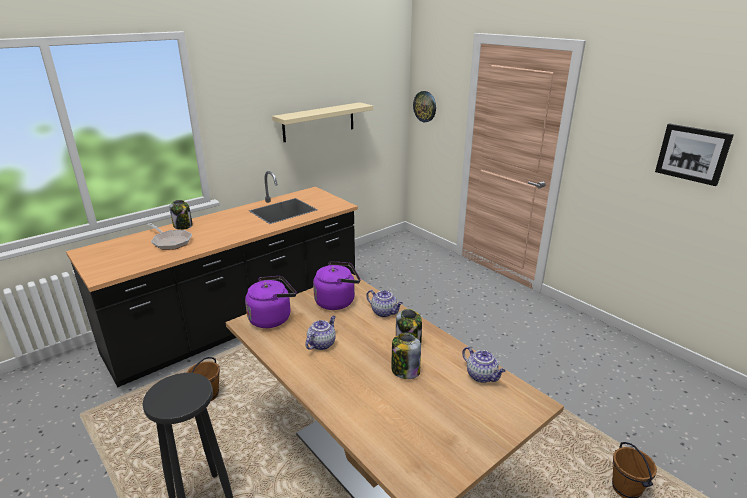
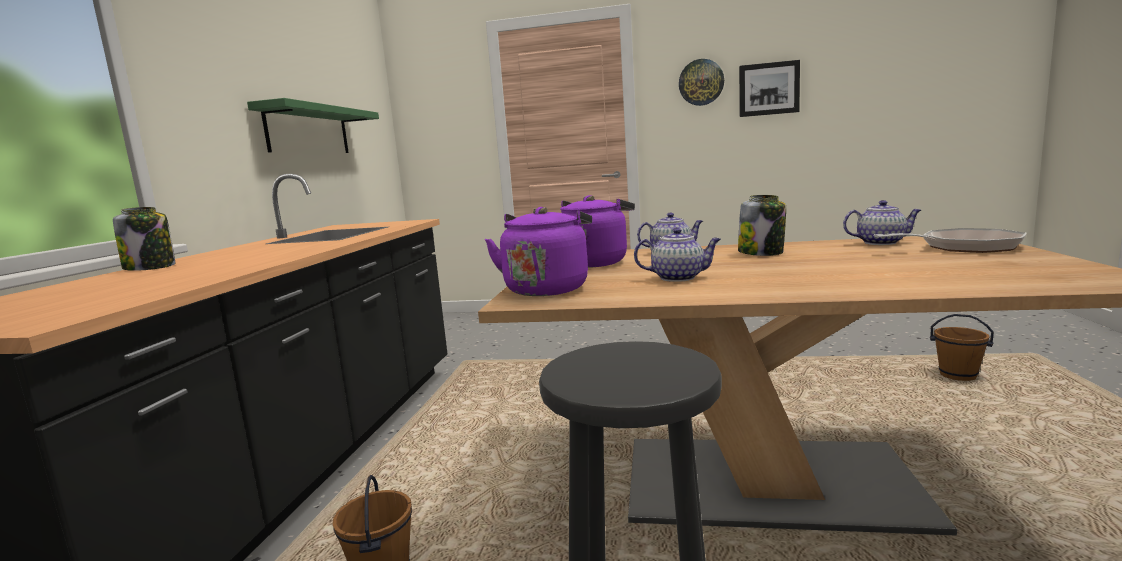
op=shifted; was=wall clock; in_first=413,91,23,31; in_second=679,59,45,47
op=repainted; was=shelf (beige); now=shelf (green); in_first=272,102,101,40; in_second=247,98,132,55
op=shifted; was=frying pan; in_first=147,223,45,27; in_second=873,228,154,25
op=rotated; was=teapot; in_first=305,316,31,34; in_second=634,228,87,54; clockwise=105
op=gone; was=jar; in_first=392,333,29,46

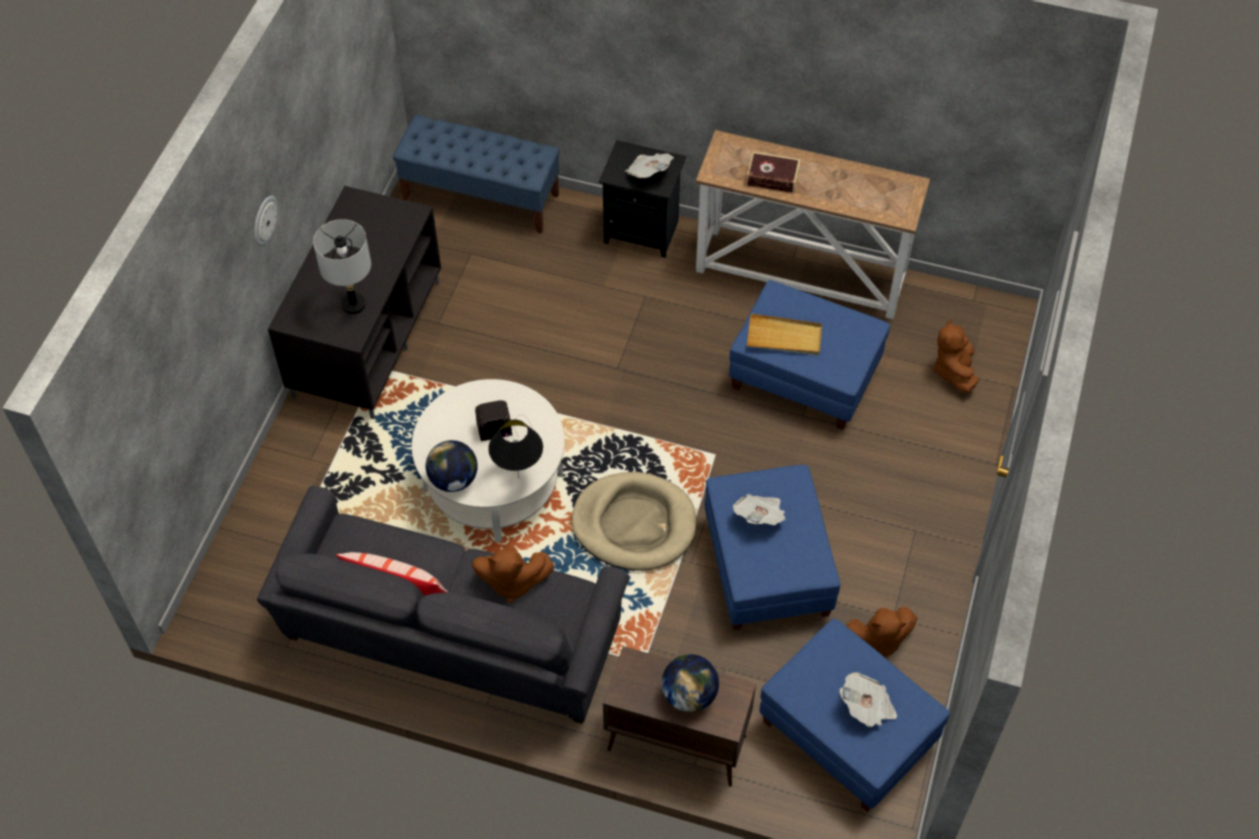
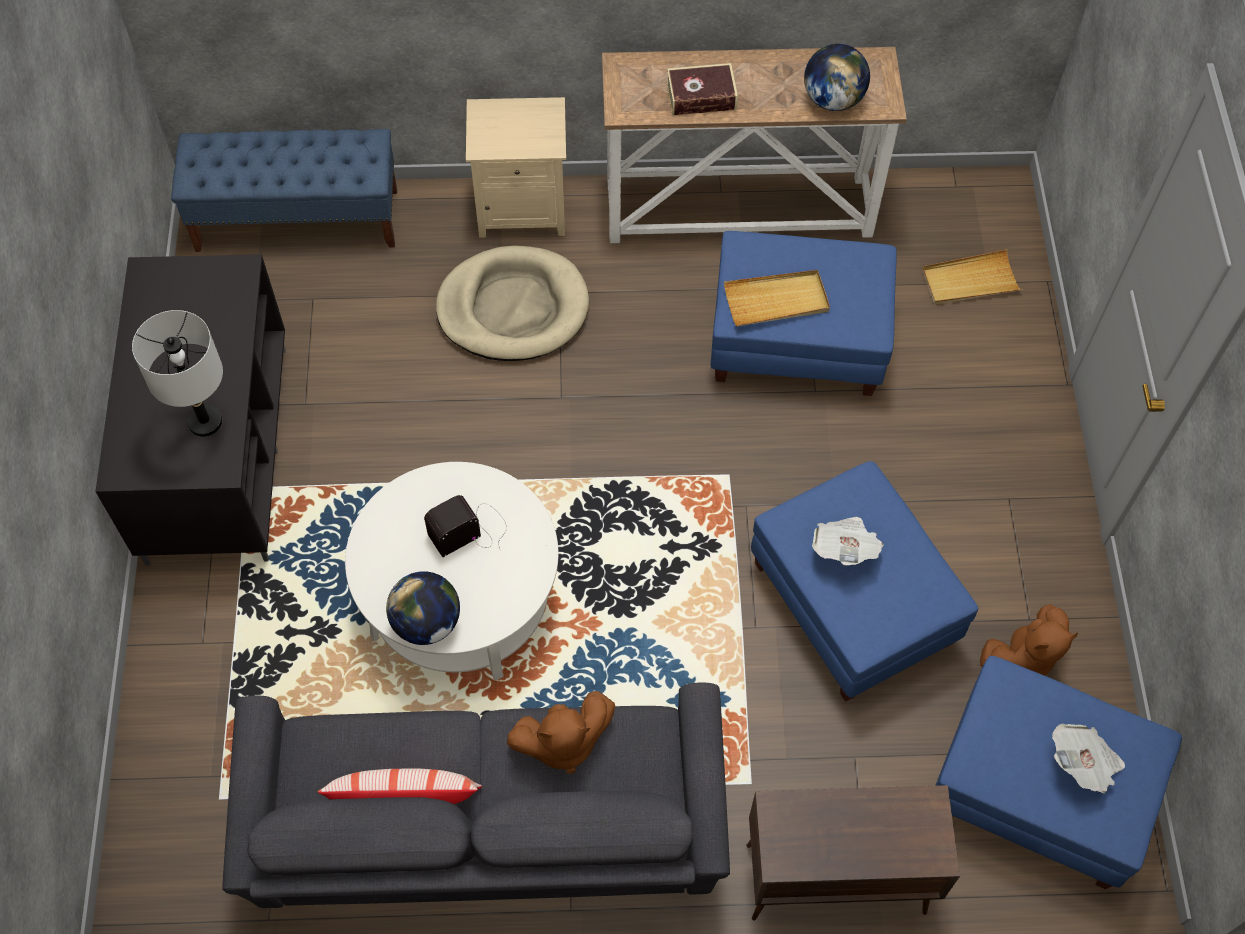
op=repainted; was=nightstand (black); now=nightstand (beige); in_first=599,140,87,118; in_second=466,97,100,141
op=gone; was=newspaper; in_first=625,153,49,25
op=gone; was=wall clock; in_first=254,196,24,50
op=swapped; was=plush toy (brown); now=tray (beige); in_first=933,319,46,74; in_second=922,249,101,56
op=gone; was=table lamp (black); in_first=488,420,55,58
op=shifted; was=dog bed (beige); in_first=571,472,125,99; in_second=436,246,154,115
op=shifted; was=globe; in_first=662,654,57,58; in_second=804,44,66,67

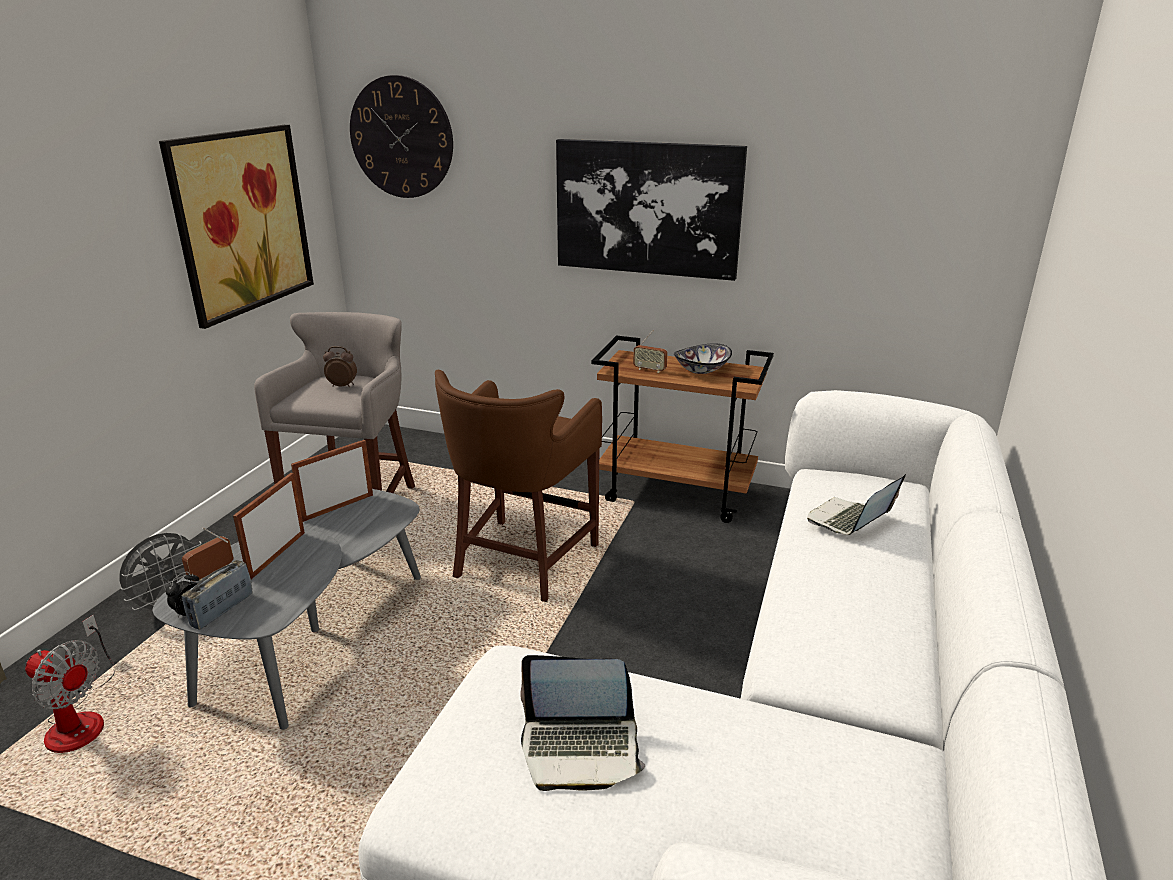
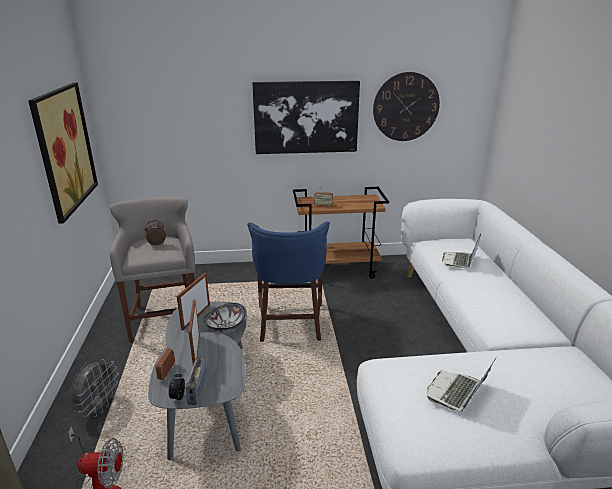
op=shifted; was=wall clock; in_first=350,75,103,123; in_second=373,72,67,69
op=shifted; was=bowl; in_first=674,343,58,31; in_second=204,303,42,30
op=repainted; was=stool (brown); now=stool (blue); in_first=435,370,167,232; in_second=247,221,83,121
op=rotated; was=laptop; in_first=520,655,125,136; in_second=427,358,69,53; clockwise=150

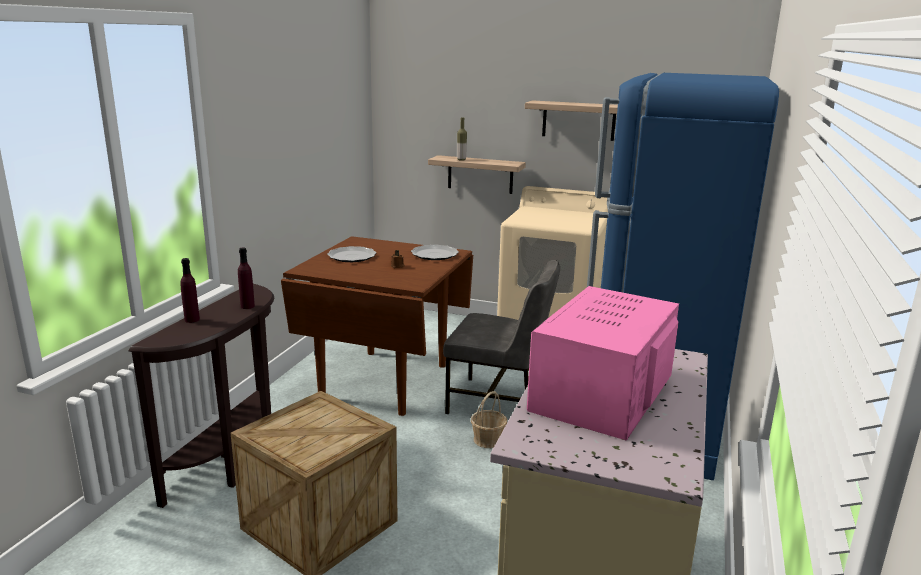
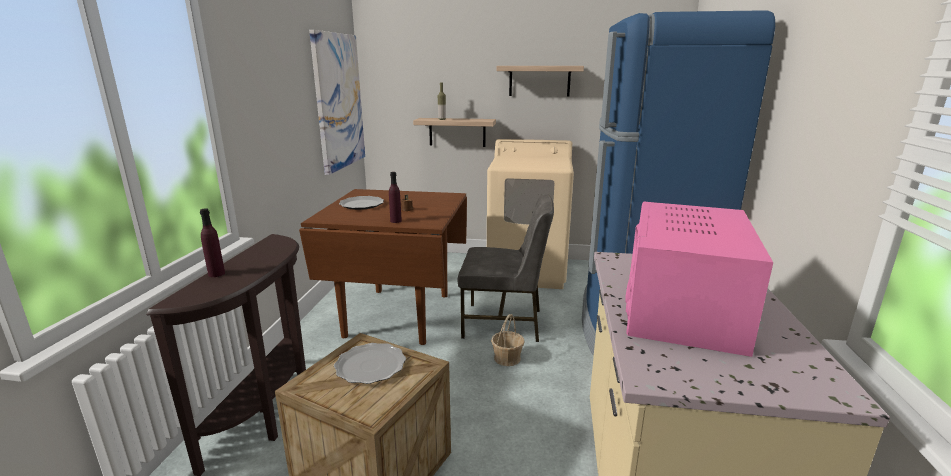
op=shifted; was=plate; in_first=411,244,48,16; in_second=334,343,72,41
op=shifted; was=bottle (purple); in_first=238,248,17,61; in_second=389,172,13,51
op=new; now=picture; in_second=309,30,56,145

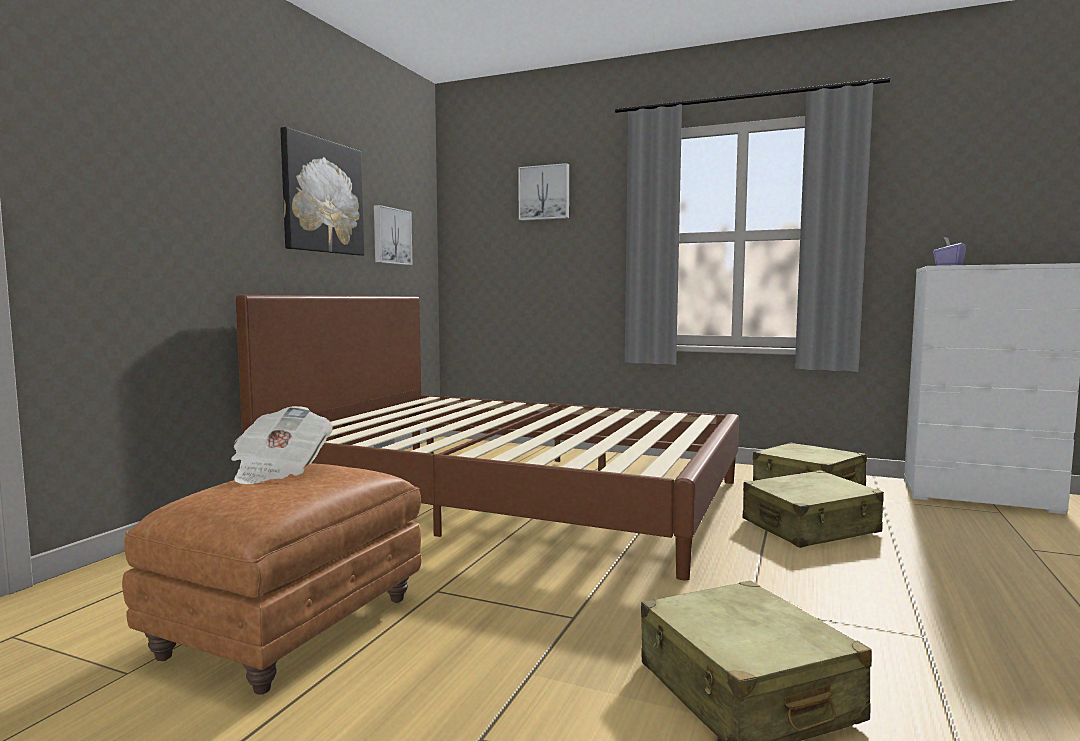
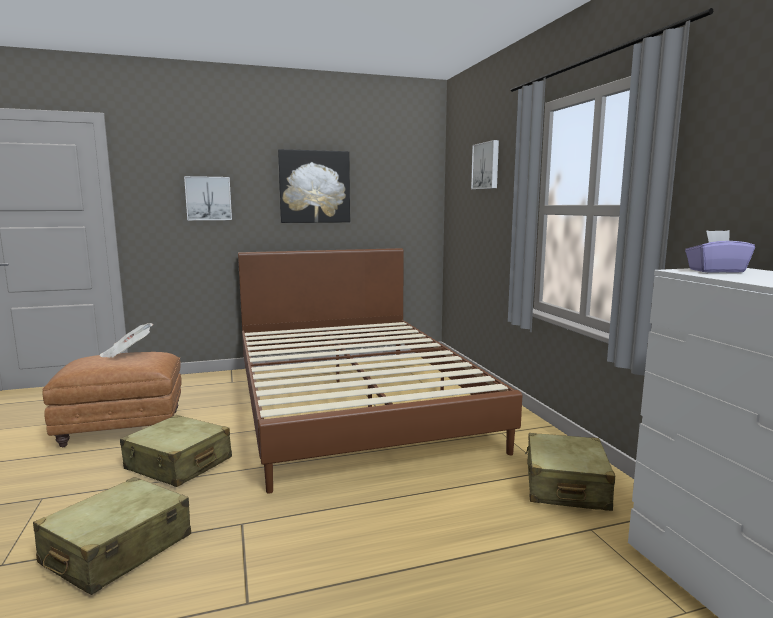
op=shifted; was=picture; in_first=374,205,38,60; in_second=184,176,48,44
op=shifted; was=suitcase (beige); in_first=742,470,142,78; in_second=120,415,112,72

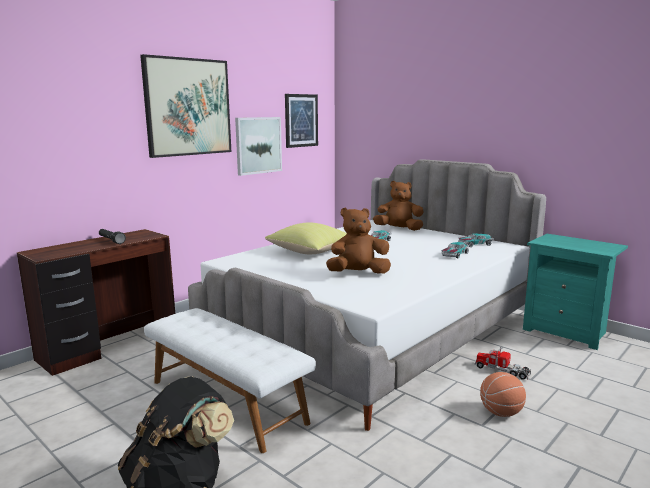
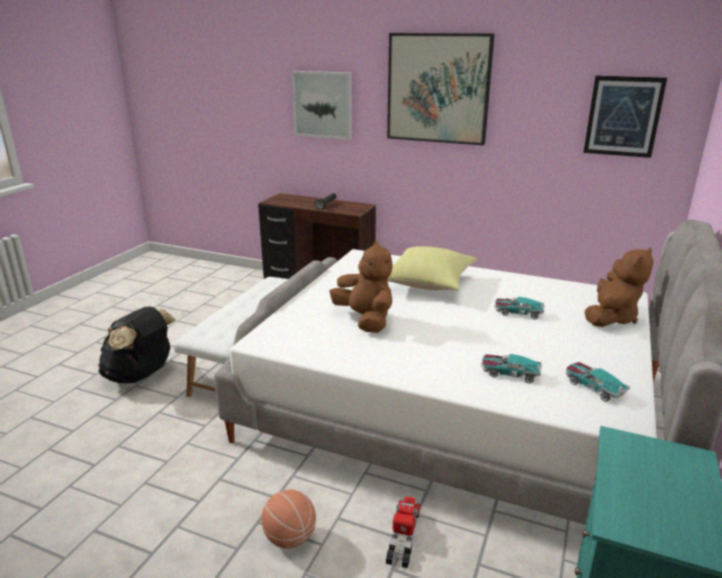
op=shifted; was=picture; in_first=235,117,47,59; in_second=291,71,61,69
op=rotated; was=plush toy (brown); in_first=373,181,51,50; in_second=585,247,69,80; clockwise=45

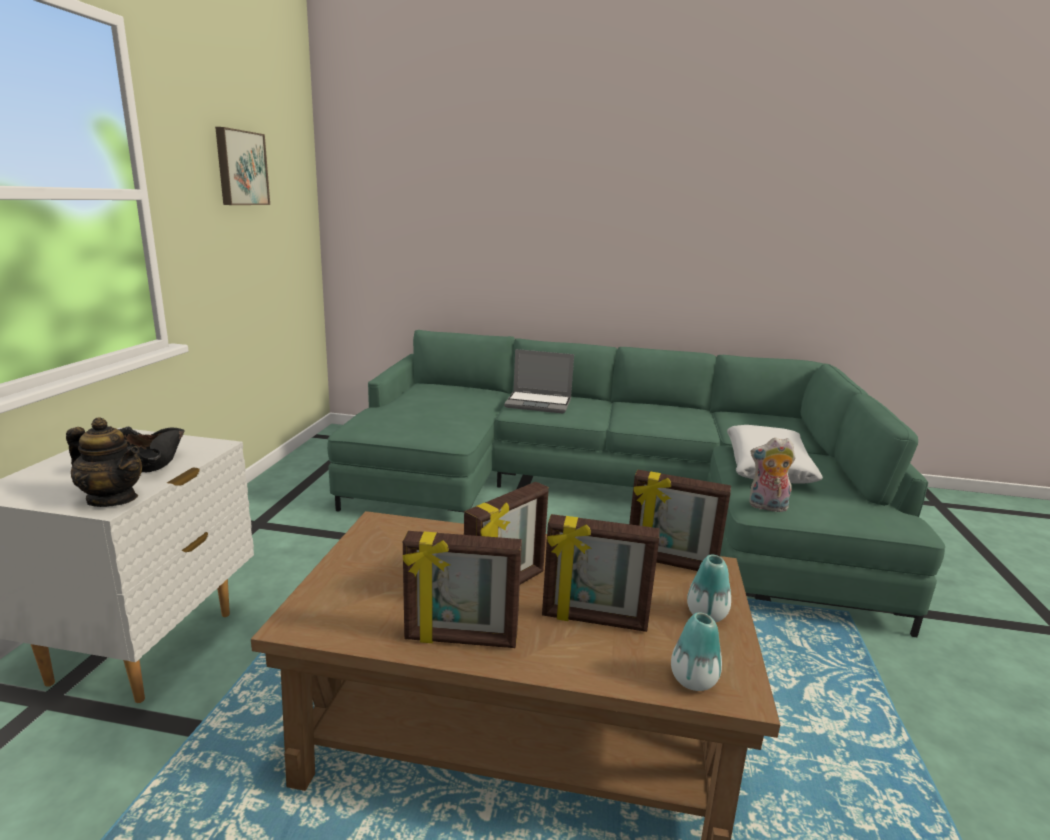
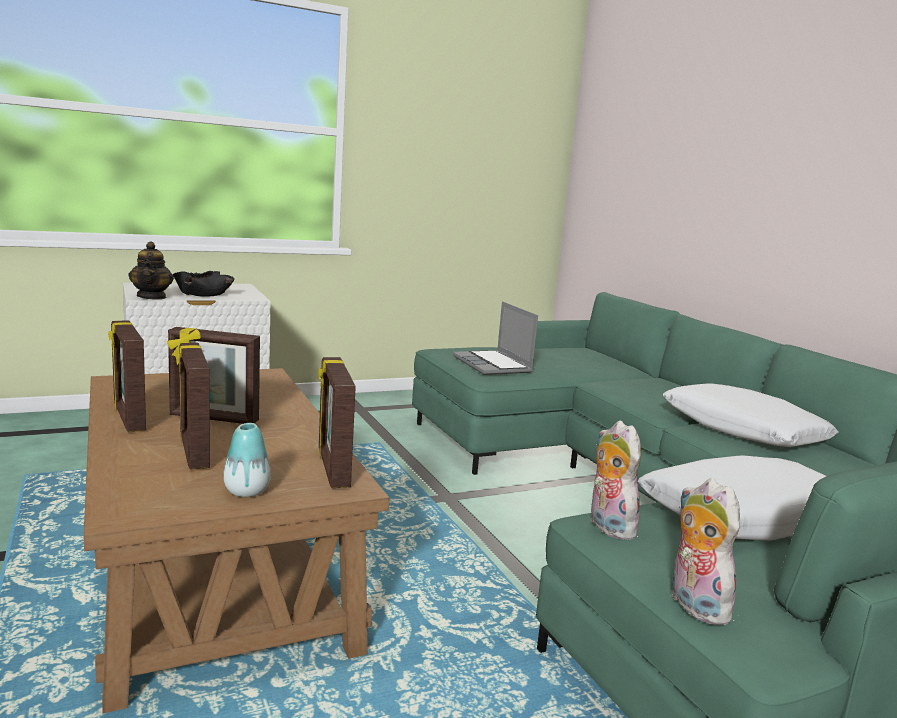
op=gone; was=picture; in_first=215,127,55,78
op=shifted; was=laptop; in_first=504,349,70,65; in_second=453,301,85,74
op=gone; was=vase; in_first=671,612,51,79
op=new; now=pillow (white); in_second=663,383,176,64
op=new; now=plush toy; in_second=672,478,68,147

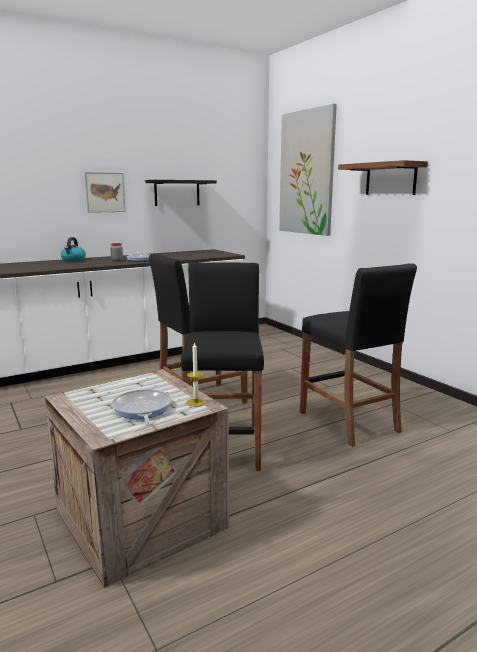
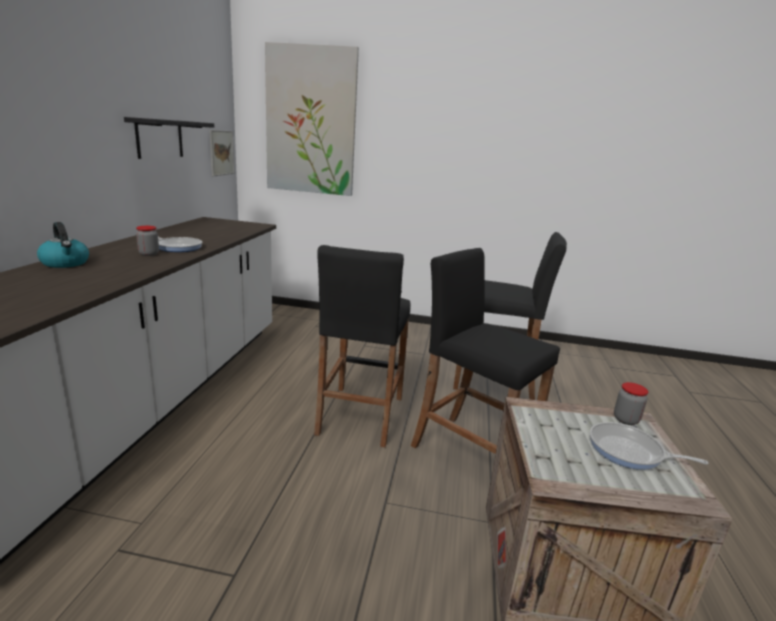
op=gone; was=shelf (brown); in_first=338,160,90,35
op=shifted; was=picture; in_first=84,172,42,41; in_second=209,130,25,46
op=swapped; was=candle; now=jar; in_first=186,342,20,65; in_second=614,382,34,43

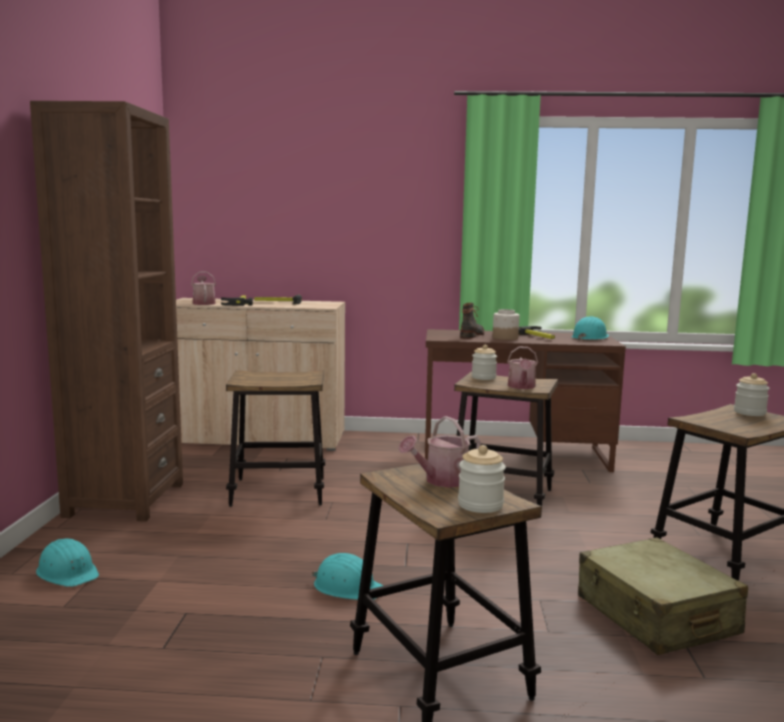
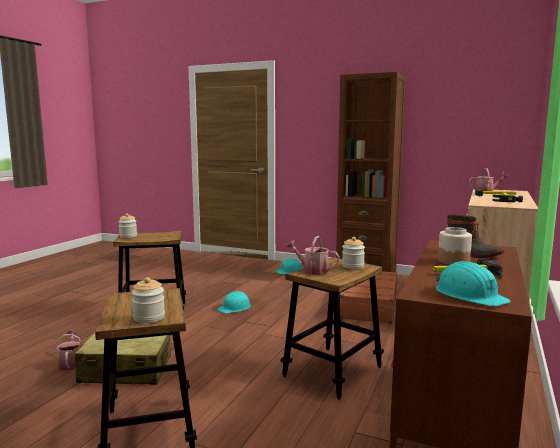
op=swapped; was=stool; now=suitcase (brown); in_first=226,370,99,137; in_second=340,271,57,53
op=shifted; was=watering can; in_first=398,416,83,72; in_second=55,331,28,40

